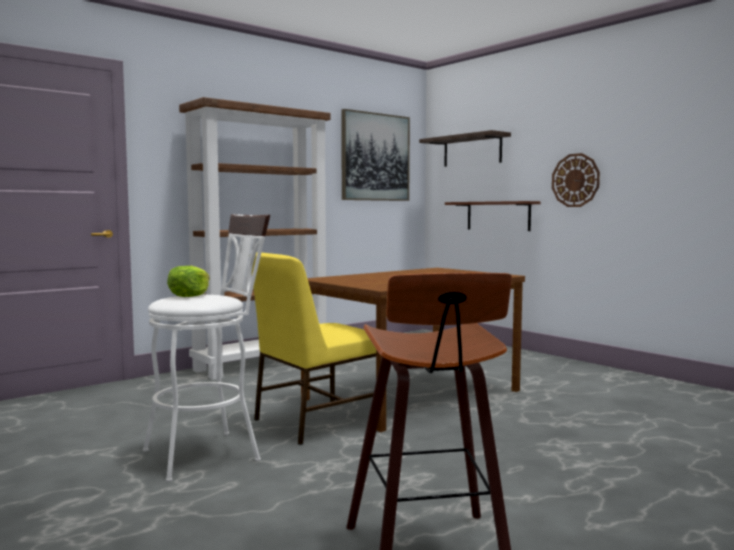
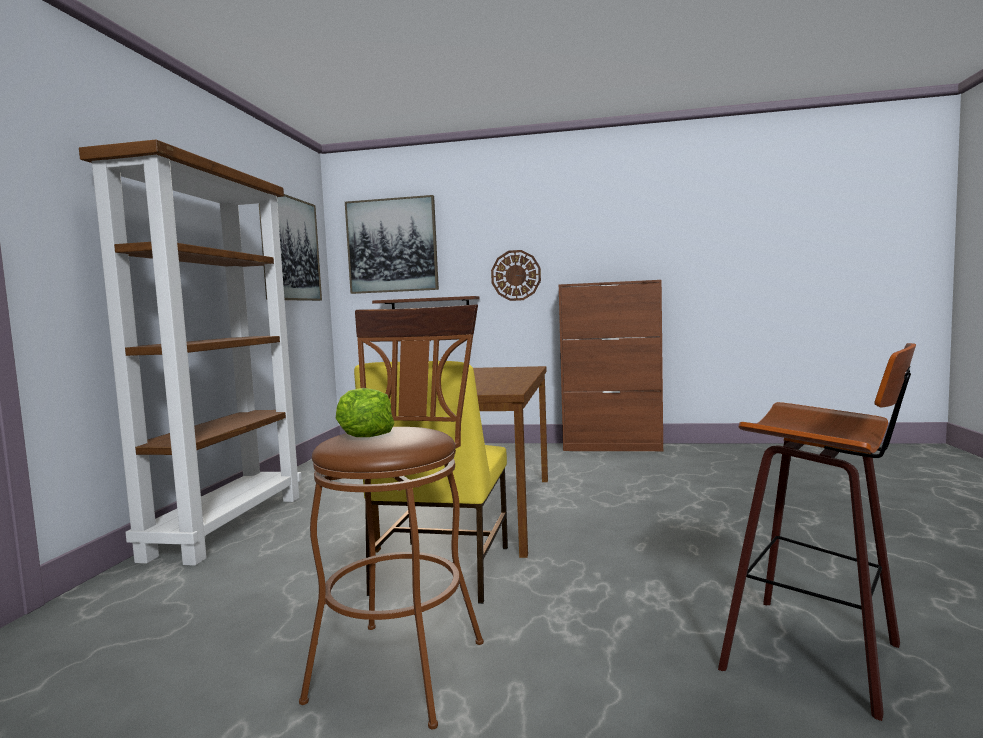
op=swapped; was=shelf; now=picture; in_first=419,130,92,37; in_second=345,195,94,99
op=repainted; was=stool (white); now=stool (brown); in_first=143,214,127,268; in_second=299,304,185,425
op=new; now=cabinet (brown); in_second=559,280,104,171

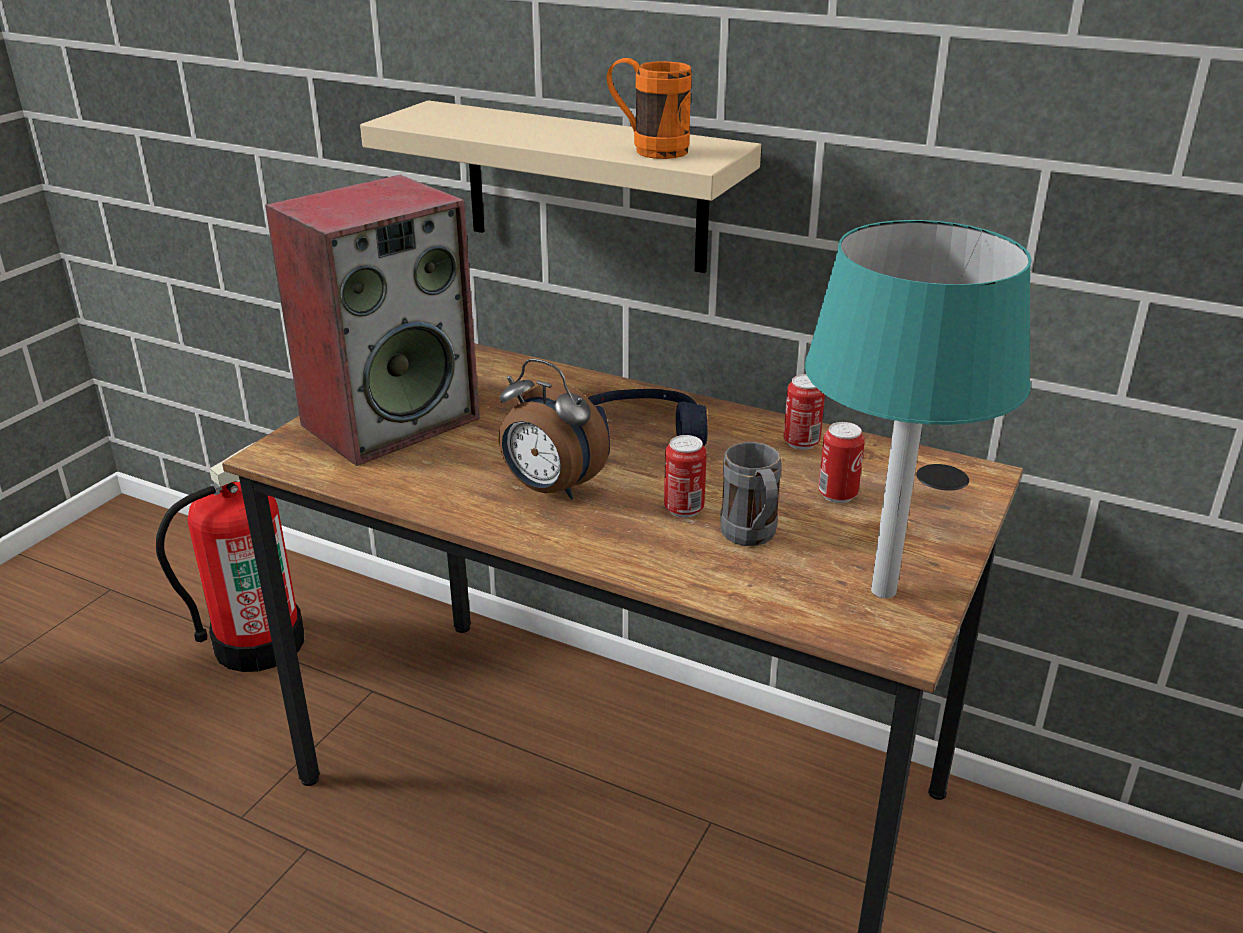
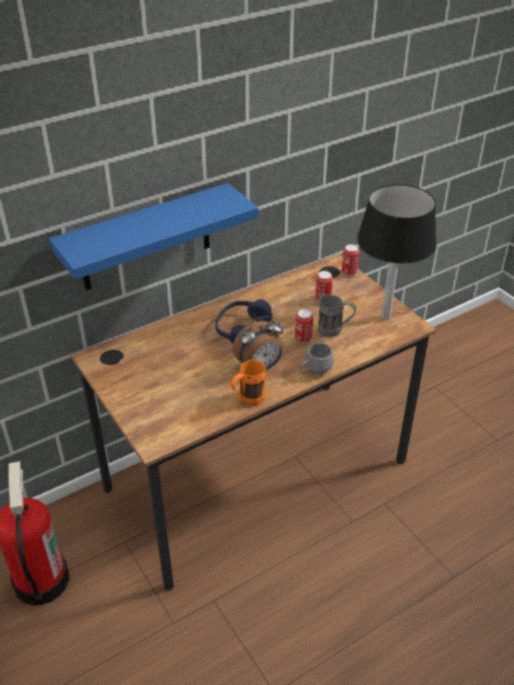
op=shifted; was=mug (orange); in_first=607,58,85,101; in_second=231,360,35,46
op=repainted; was=shelf (beige); now=shelf (blue); in_first=360,100,401,173; in_second=49,183,210,107
op=gone; was=speaker; in_first=265,175,215,291
op=repainted; was=table lamp (turquoise); now=table lamp (black); in_first=805,220,227,378; in_second=357,184,80,136
op=shifted; was=can; in_first=783,374,42,76; in_second=342,244,17,32
op=new; now=mug (grey); in_second=300,343,34,31

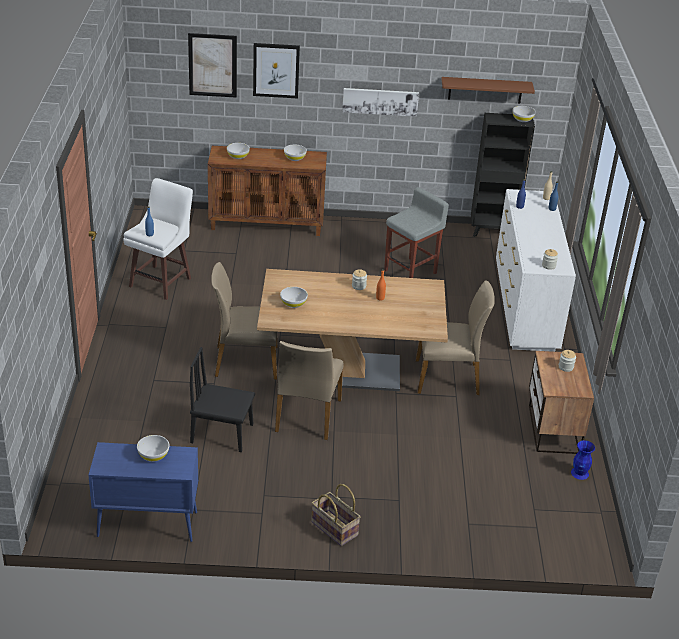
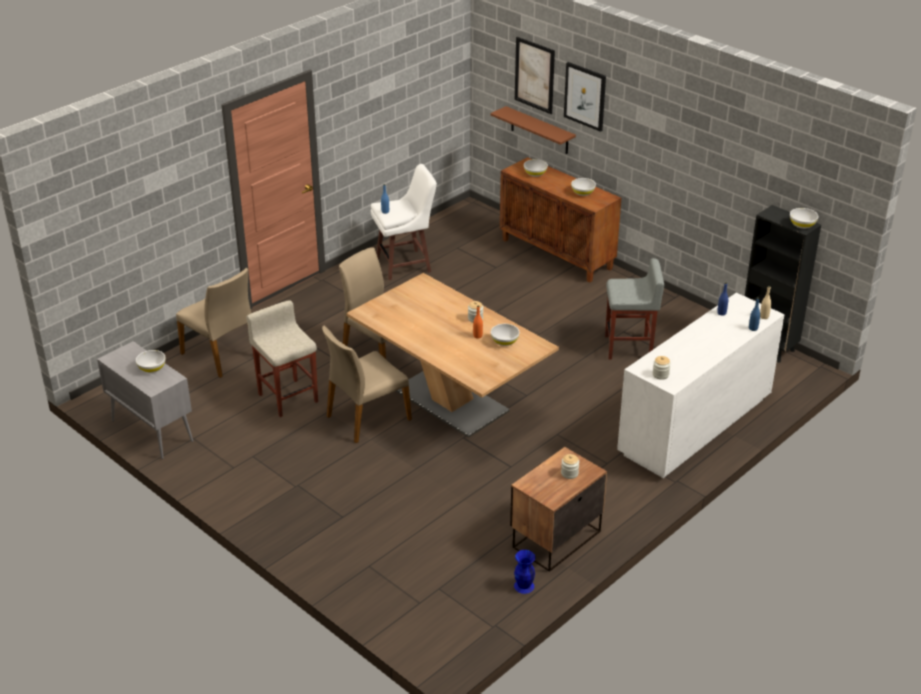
op=shifted; was=shelf (brown); in_first=441,77,94,26; in_second=490,106,86,48
op=gone; was=picture; in_first=342,88,77,29
op=shifted; was=chair (beige); in_first=416,280,79,115; in_second=176,268,84,110
op=shifted; was=bowl (white); in_first=280,287,28,21; in_second=491,324,28,22
op=swapped; was=chair (black); now=stool (beige); in_first=190,347,65,105; in_second=246,300,72,117
op=repainted; was=cabinet (blue); now=cabinet (grey); in_first=88,442,110,100; in_second=97,341,96,118
op=gone; was=basket; in_first=311,484,50,62

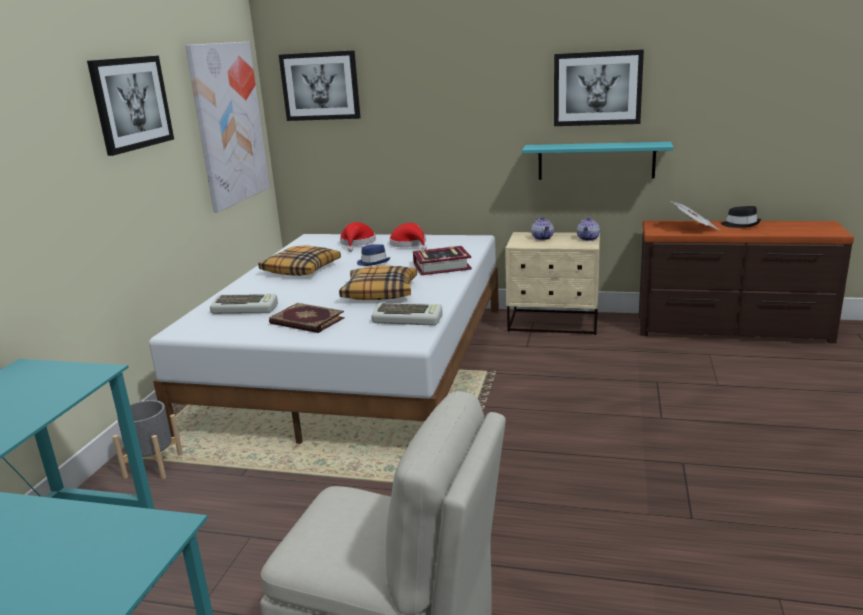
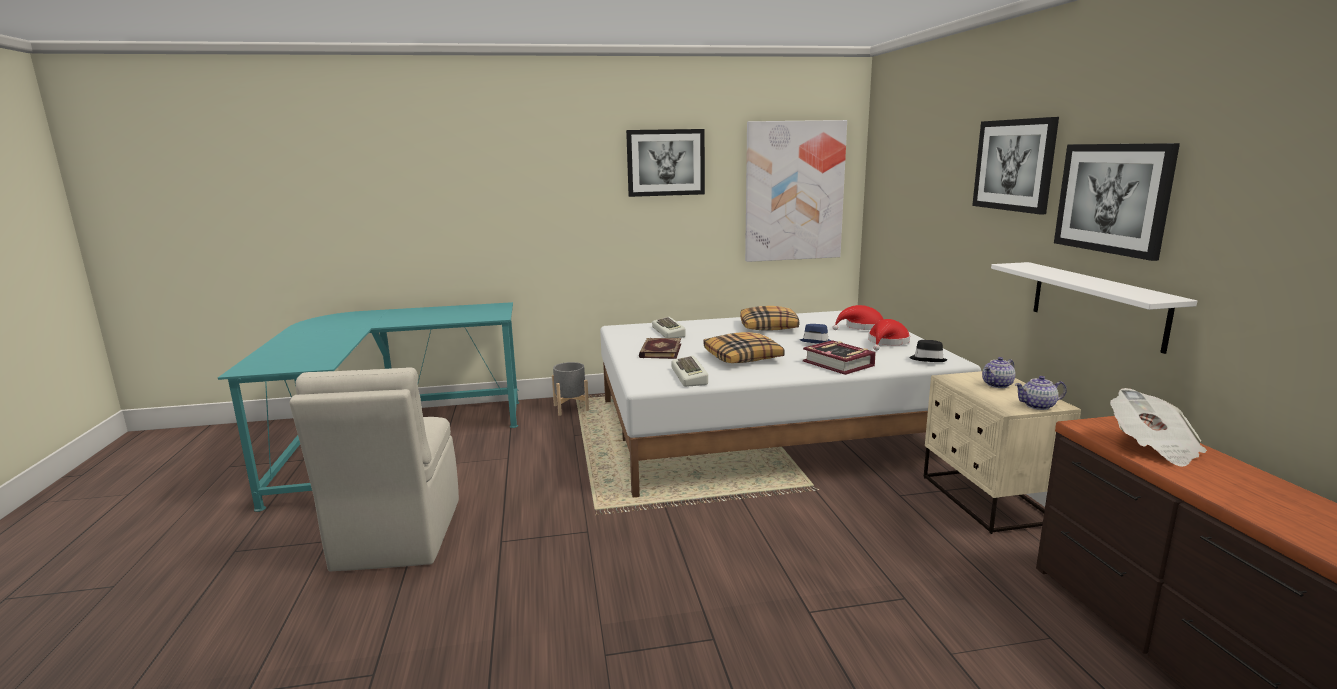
op=shifted; was=picture; in_first=279,50,82,71; in_second=972,117,87,98
op=repainted; was=shelf (turquoise); now=shelf (white); in_first=522,142,151,38; in_second=991,262,206,92
op=shifted; was=hat (black); in_first=721,206,40,22; in_second=909,340,39,22

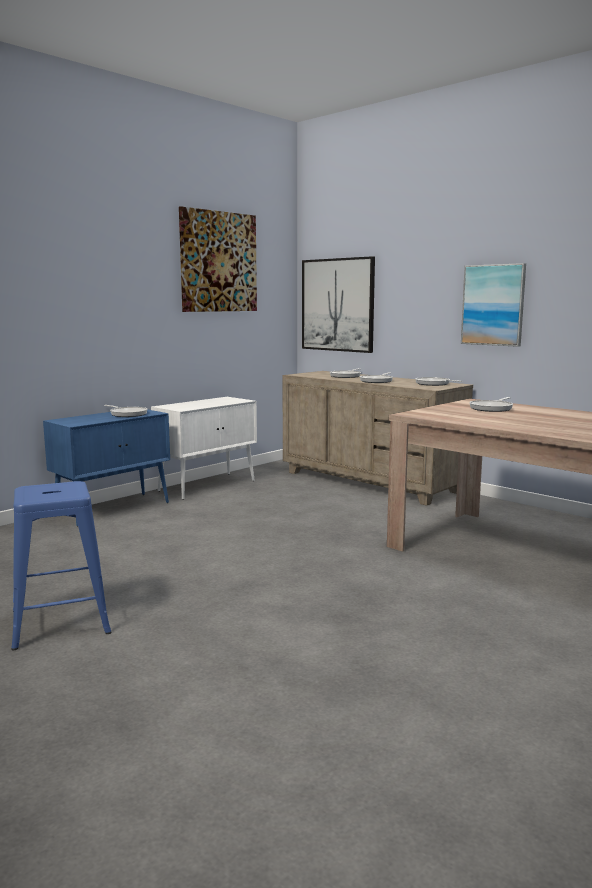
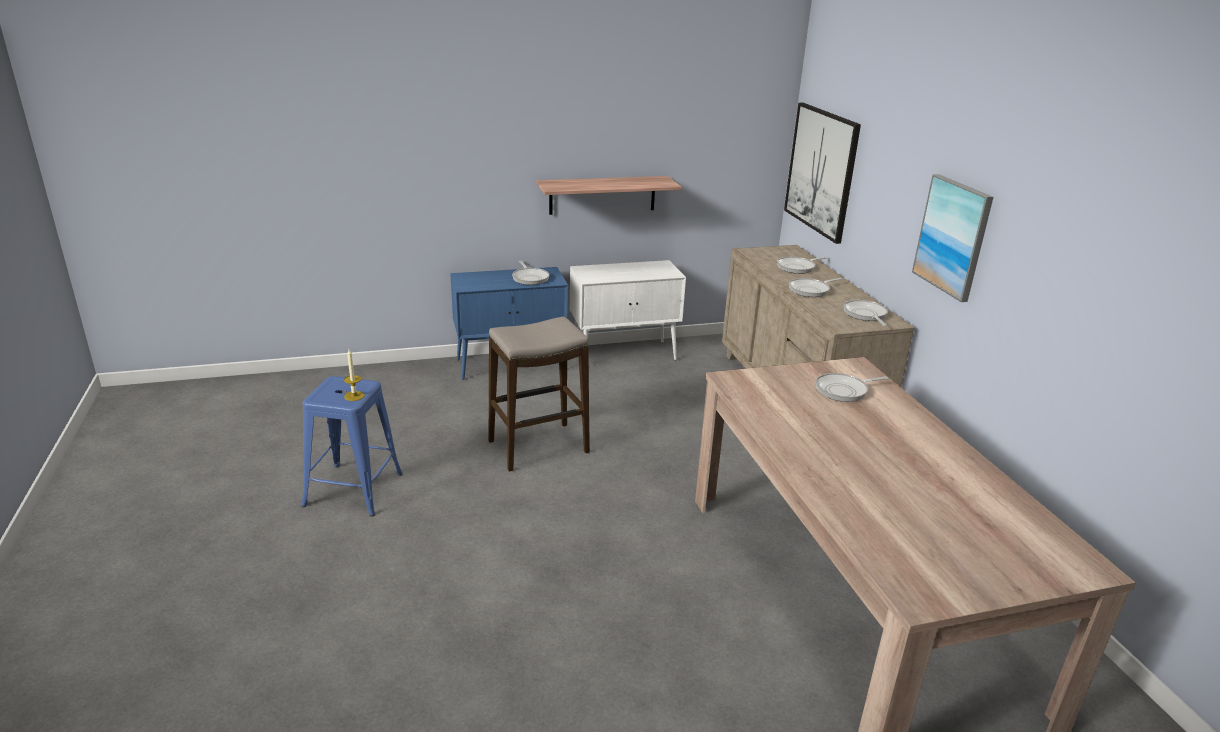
op=gone; was=picture; in_first=179,206,78,106
op=new; now=shelf; in_second=536,176,146,39
op=new; now=stool; in_second=488,317,102,154
op=new; now=candle; in_second=344,350,21,51

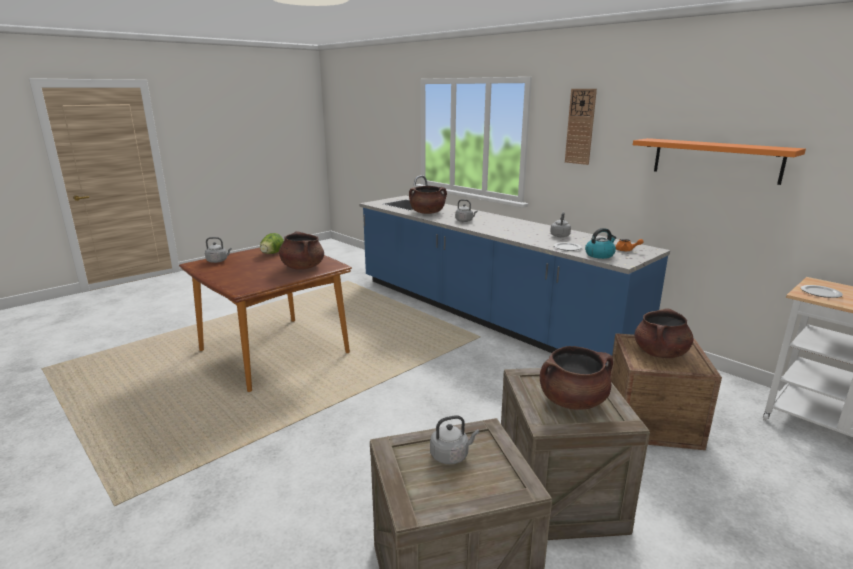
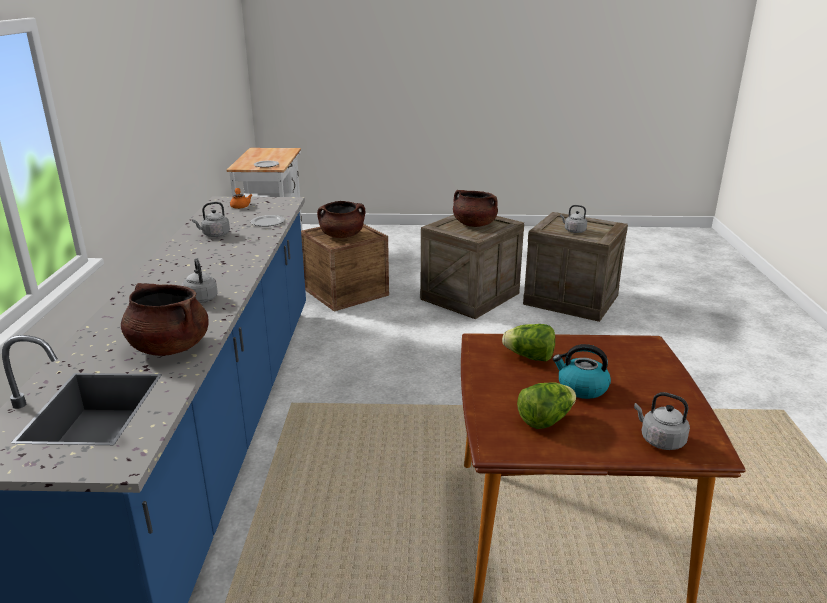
op=gone; was=wall clock; in_first=565,89,32,76
op=gone; was=shelf (orange); in_first=633,138,173,47
op=shifted; was=kettle; in_first=585,228,31,31; in_second=552,344,59,55
op=swapped; was=cooking pot (brown); now=lettuce; in_first=279,231,45,39; in_second=502,324,53,37

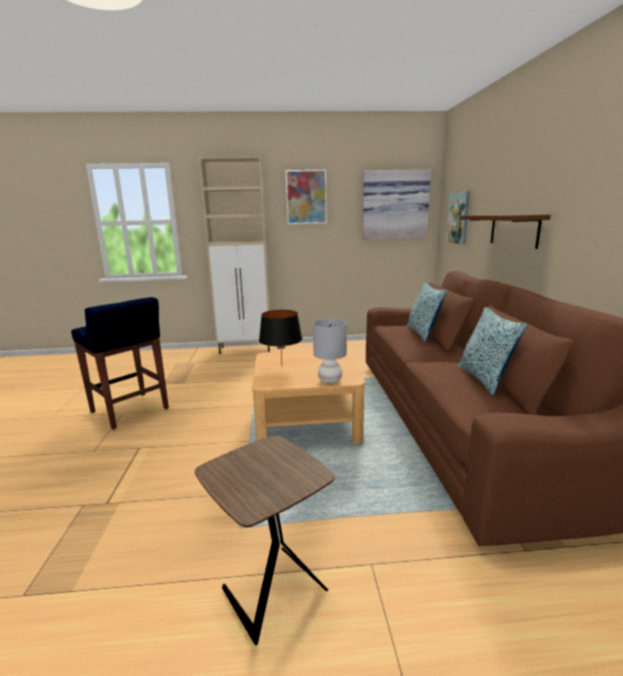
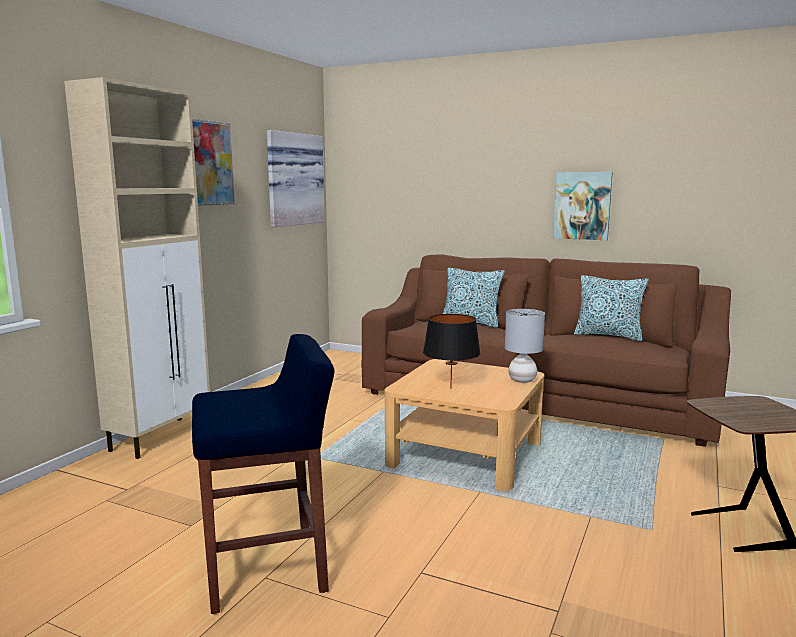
op=shifted; was=picture; in_first=446,191,24,54; in_second=553,172,60,68
op=gone; was=shelf (brown); in_first=460,215,91,34

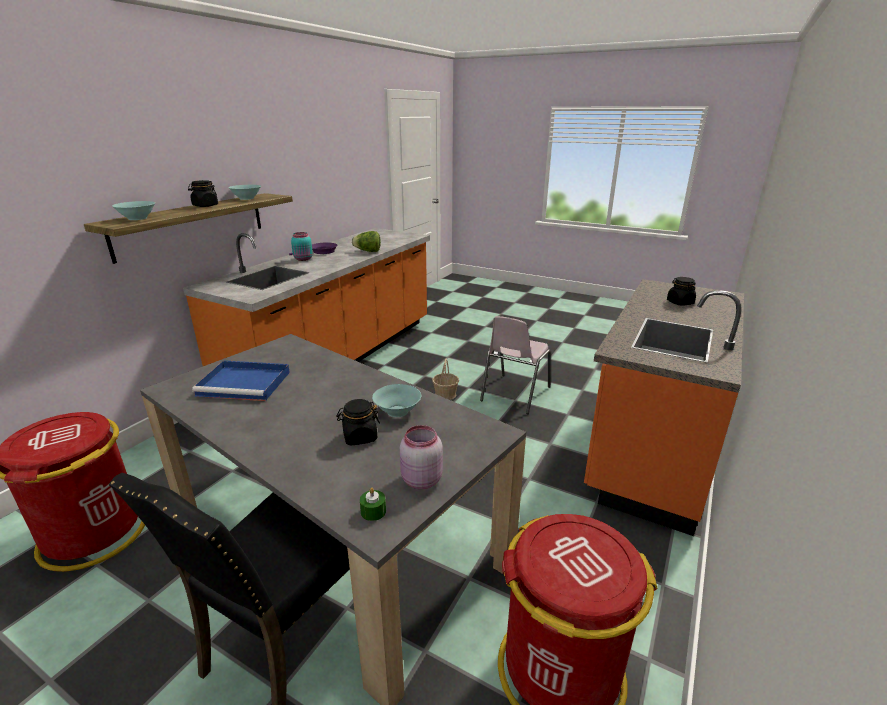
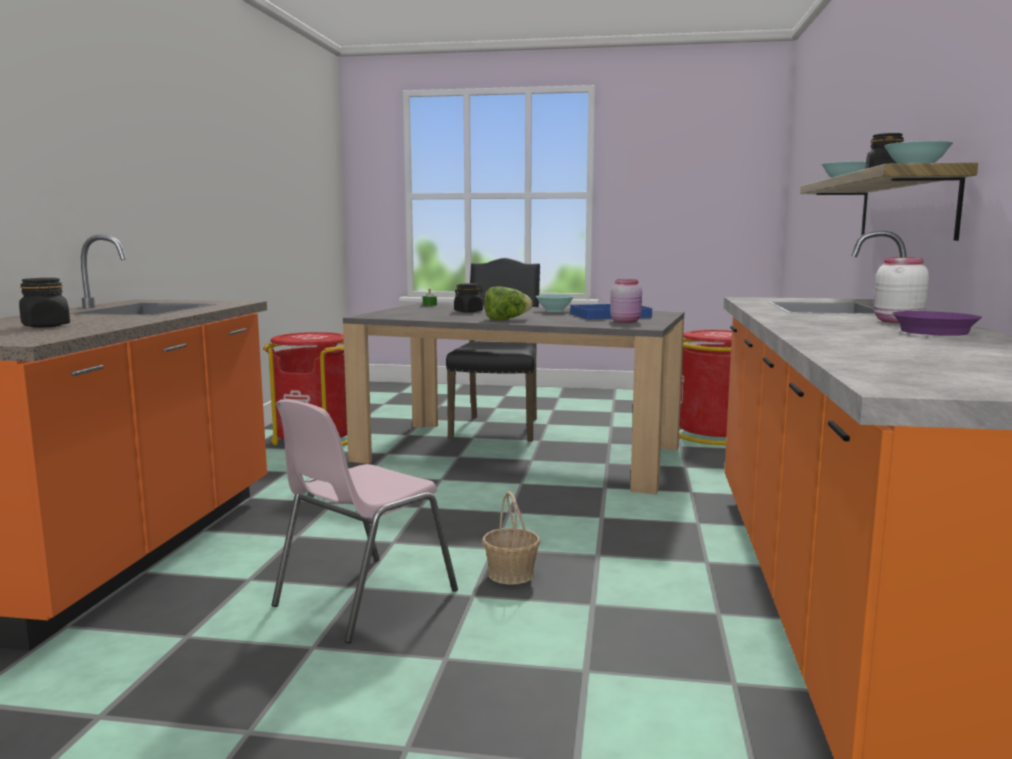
op=shifted; was=lettuce; in_first=352,231,29,21; in_second=484,286,48,35
op=repainted; was=jar (turquoise); now=jar (white); in_first=291,232,22,29; in_second=873,257,56,66
op=rotated; was=chair (pink); in_first=480,316,71,98; in_second=272,399,186,244; clockwise=-150
op=shifted; was=bowl (turquoise); in_first=372,384,49,33; in_second=535,295,39,17
op=shifted; was=jar (pink); in_first=400,425,43,64; in_second=610,279,32,44

